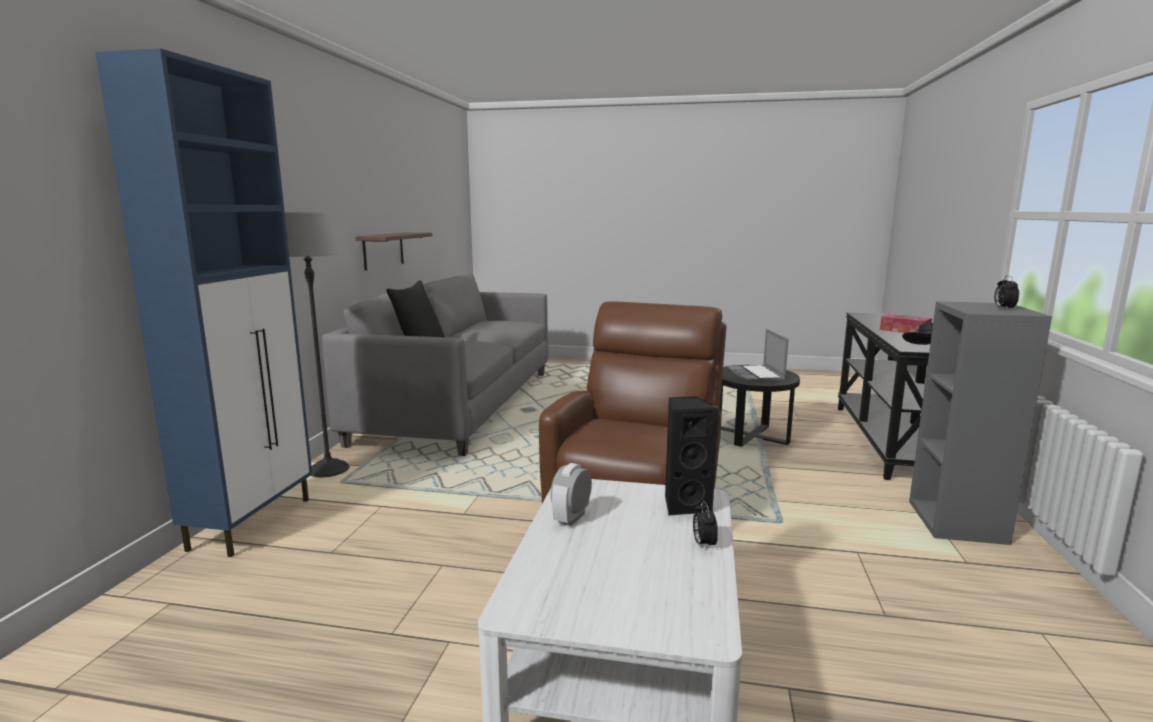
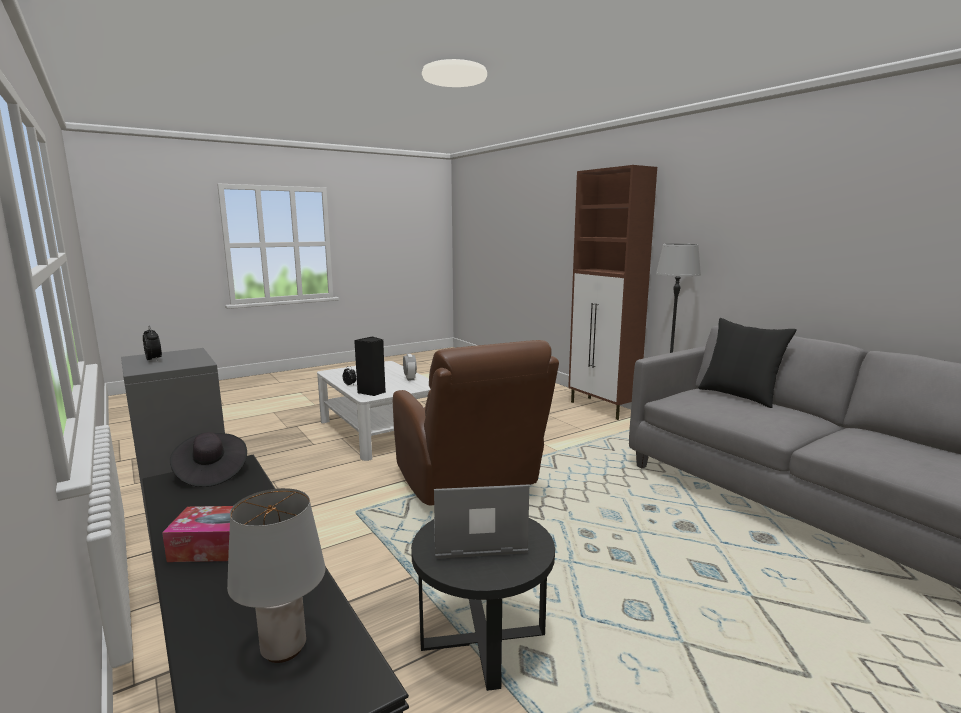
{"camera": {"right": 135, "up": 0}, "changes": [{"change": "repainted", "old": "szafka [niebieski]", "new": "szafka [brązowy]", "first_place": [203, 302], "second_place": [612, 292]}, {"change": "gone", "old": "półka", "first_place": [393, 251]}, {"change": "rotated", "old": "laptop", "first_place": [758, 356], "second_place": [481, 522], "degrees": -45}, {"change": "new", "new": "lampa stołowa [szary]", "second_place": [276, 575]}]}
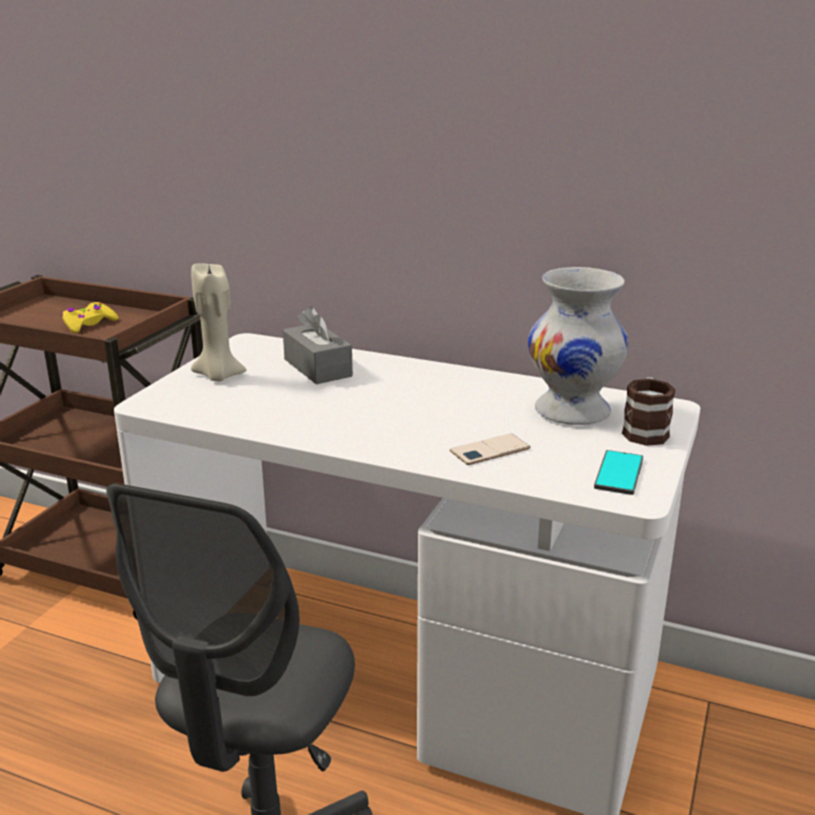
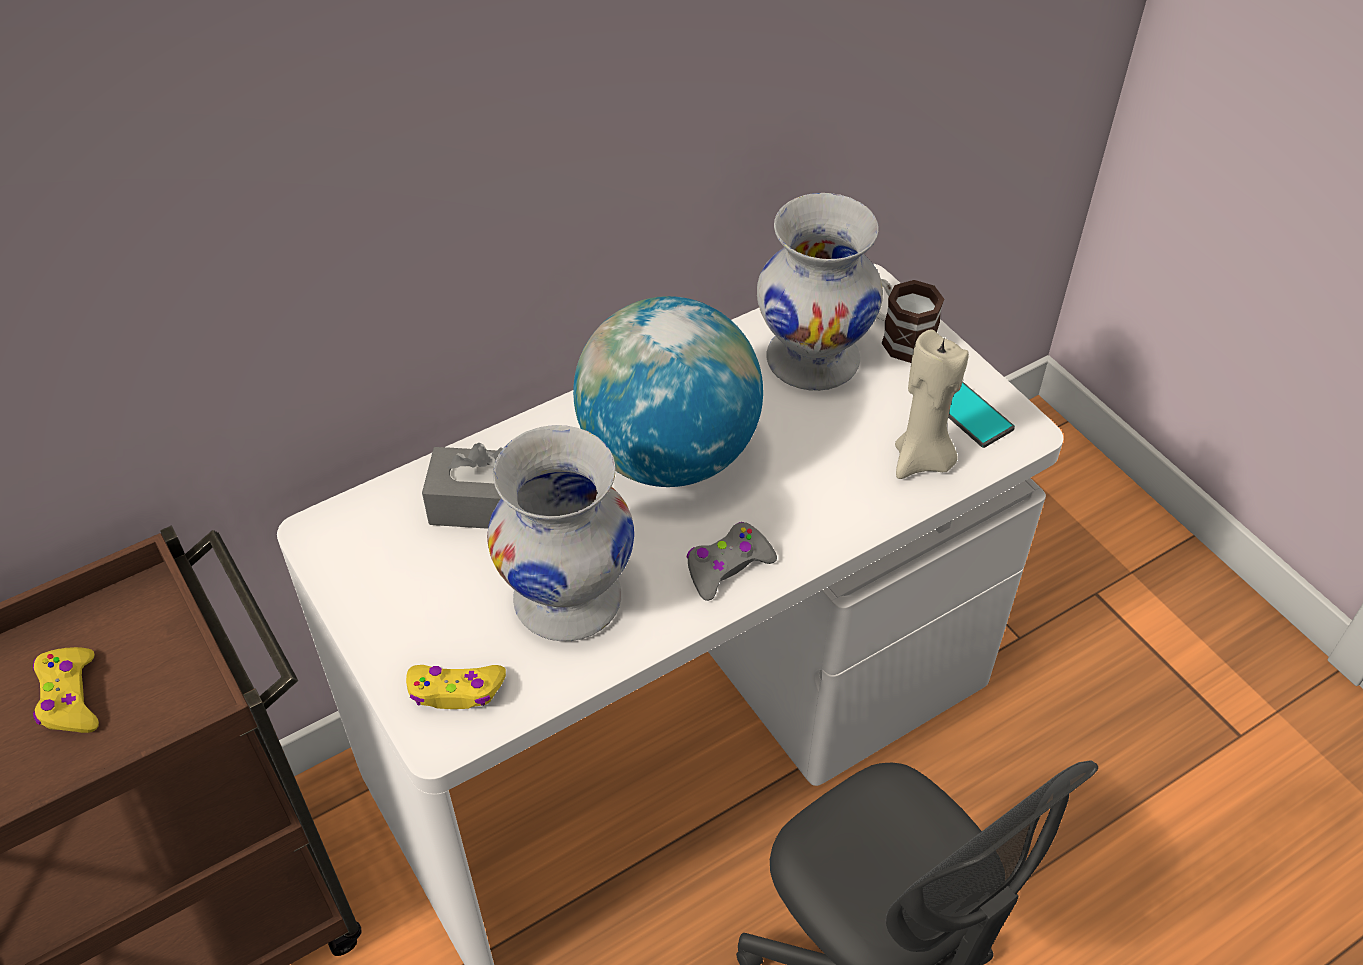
{"camera": {"right": -55, "up": 25}, "changes": [{"change": "shifted", "old": "świeca [beżowy]", "first_place": [219, 322], "second_place": [932, 404]}, {"change": "gone", "old": "telefon", "first_place": [490, 449]}, {"change": "new", "new": "pad do gier [żółty]", "second_place": [456, 687]}, {"change": "new", "new": "wazon [biały]", "second_place": [560, 533]}, {"change": "new", "new": "globus", "second_place": [668, 391]}, {"change": "new", "new": "pad do gier [szary]", "second_place": [731, 561]}]}
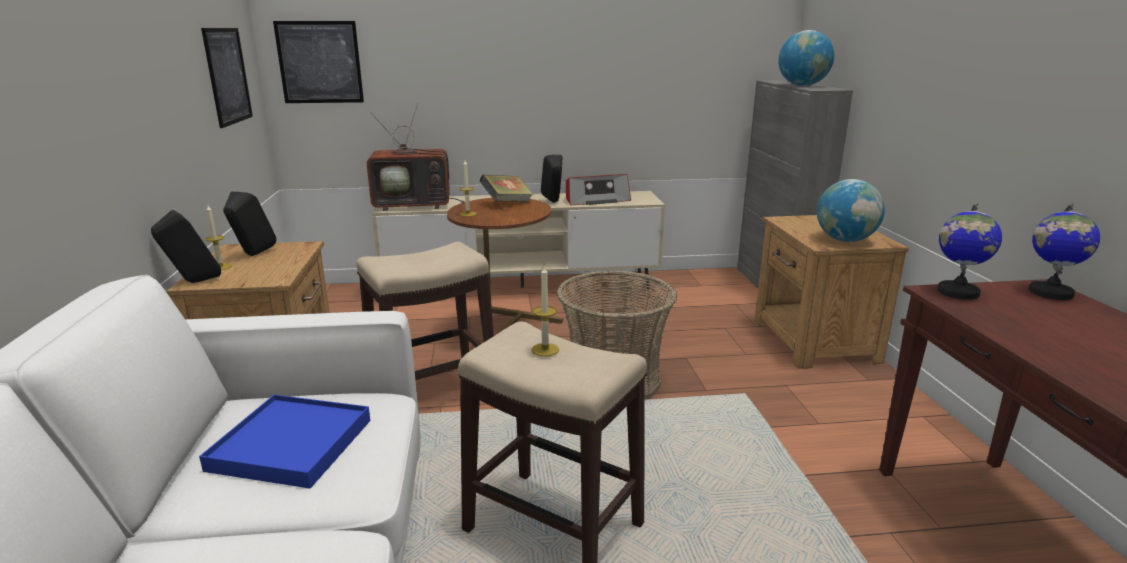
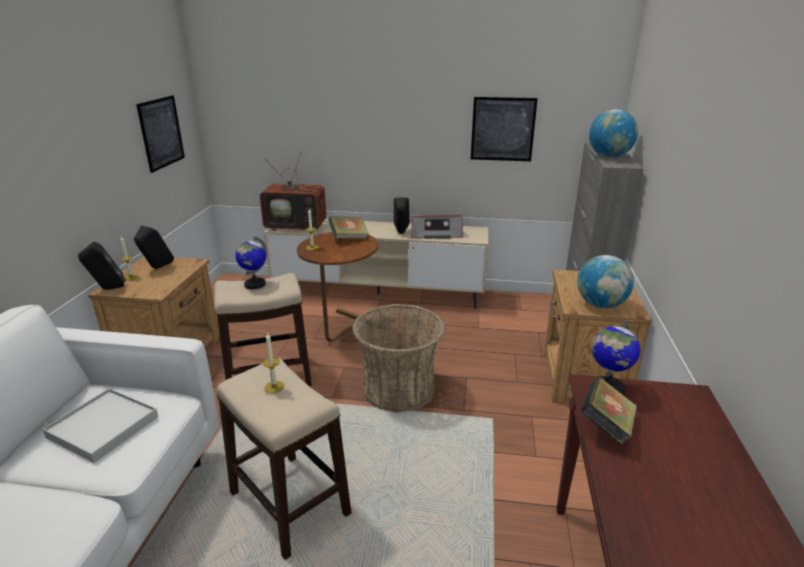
{"camera": {"right": 15, "up": 5}, "changes": [{"change": "repainted", "old": "taca [niebieski]", "new": "taca [biały]", "first_place": [284, 441], "second_place": [100, 425]}, {"change": "shifted", "old": "obraz", "first_place": [318, 62], "second_place": [504, 129]}, {"change": "shifted", "old": "globus", "first_place": [1064, 251], "second_place": [251, 263]}, {"change": "new", "new": "książka", "second_place": [609, 411]}]}
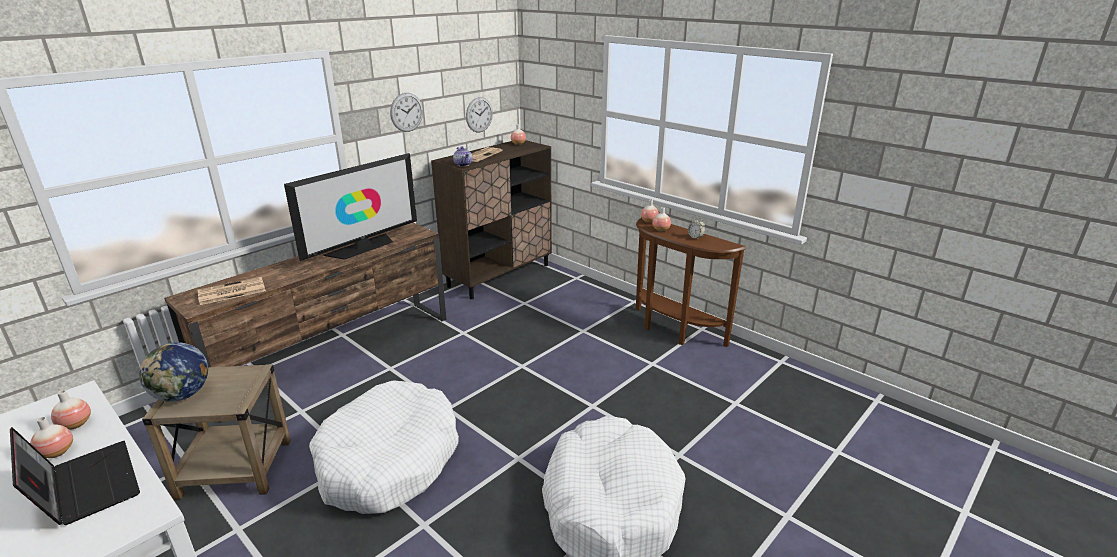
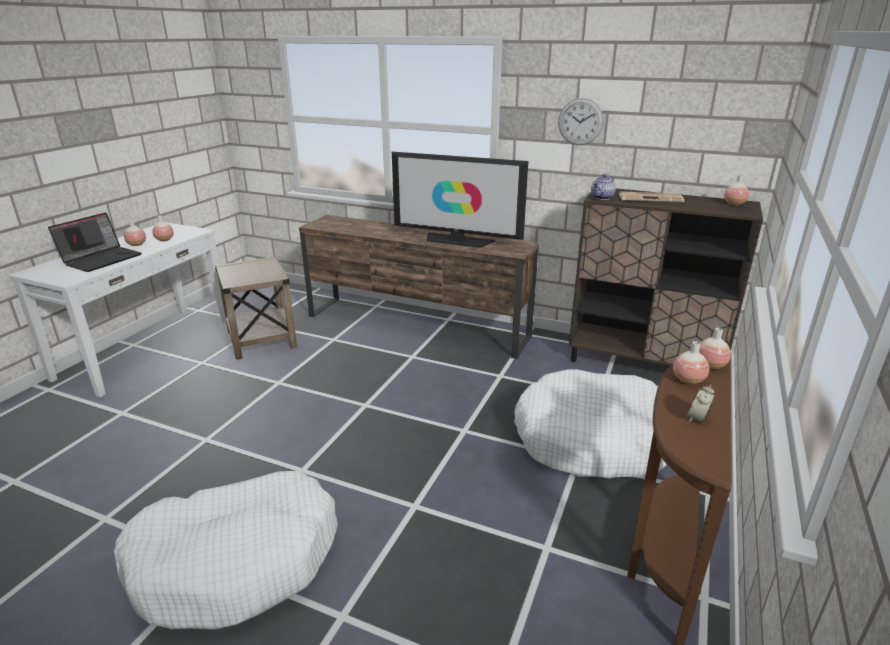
{"camera": {"right": 70, "up": 0}, "changes": [{"change": "gone", "old": "globus", "first_place": [173, 372]}, {"change": "gone", "old": "gazeta", "first_place": [232, 291]}, {"change": "shifted", "old": "legowisko [biały]", "first_place": [384, 447], "second_place": [590, 423]}, {"change": "gone", "old": "zegar ścienny", "first_place": [479, 115]}]}
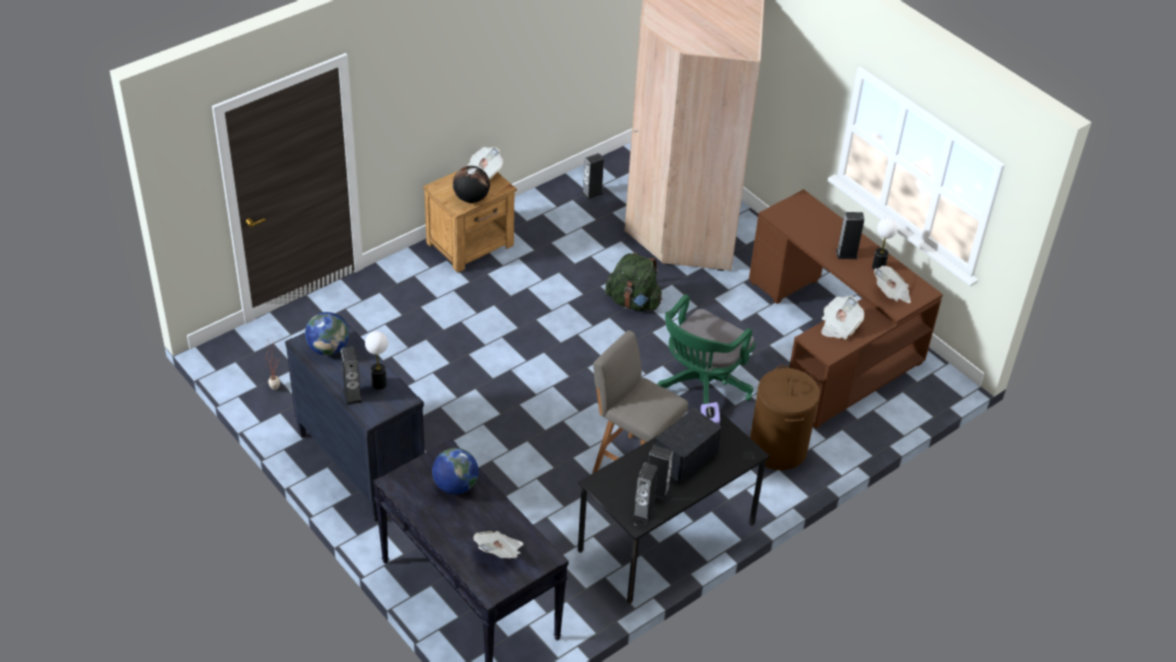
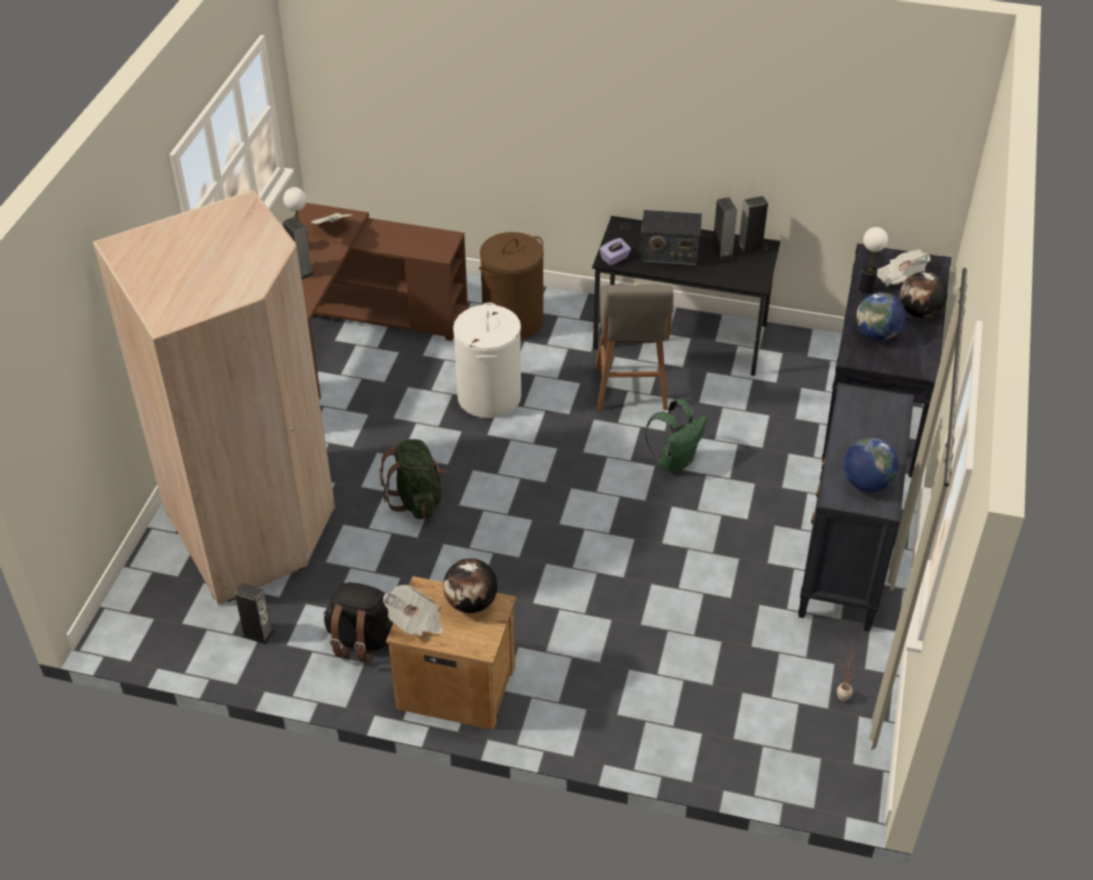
{"camera": {"right": -125, "up": 0}, "changes": [{"change": "gone", "old": "głośnik", "first_place": [352, 375]}, {"change": "shifted", "old": "lampa stołowa", "first_place": [376, 360], "second_place": [873, 260]}, {"change": "swapped", "old": "krzesło biurowe [zielony]", "new": "kosz na pranie [biały]", "first_place": [706, 349], "second_place": [487, 360]}, {"change": "gone", "old": "gazeta", "first_place": [842, 318]}, {"change": "new", "new": "plecak [czarny]", "second_place": [358, 622]}, {"change": "new", "new": "plecak [zielony]", "second_place": [676, 436]}, {"change": "new", "new": "globus", "second_place": [923, 294]}]}
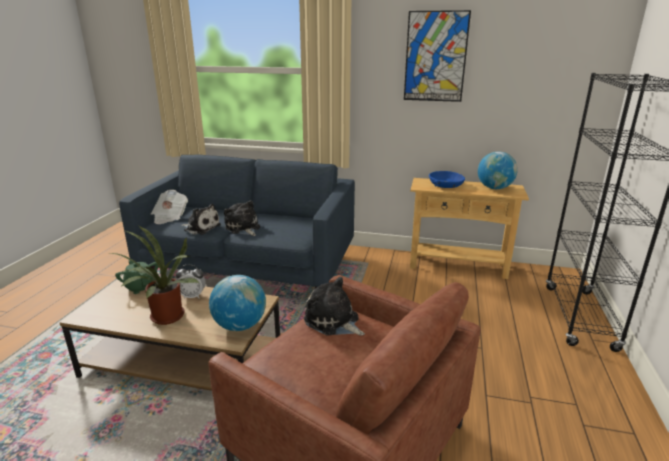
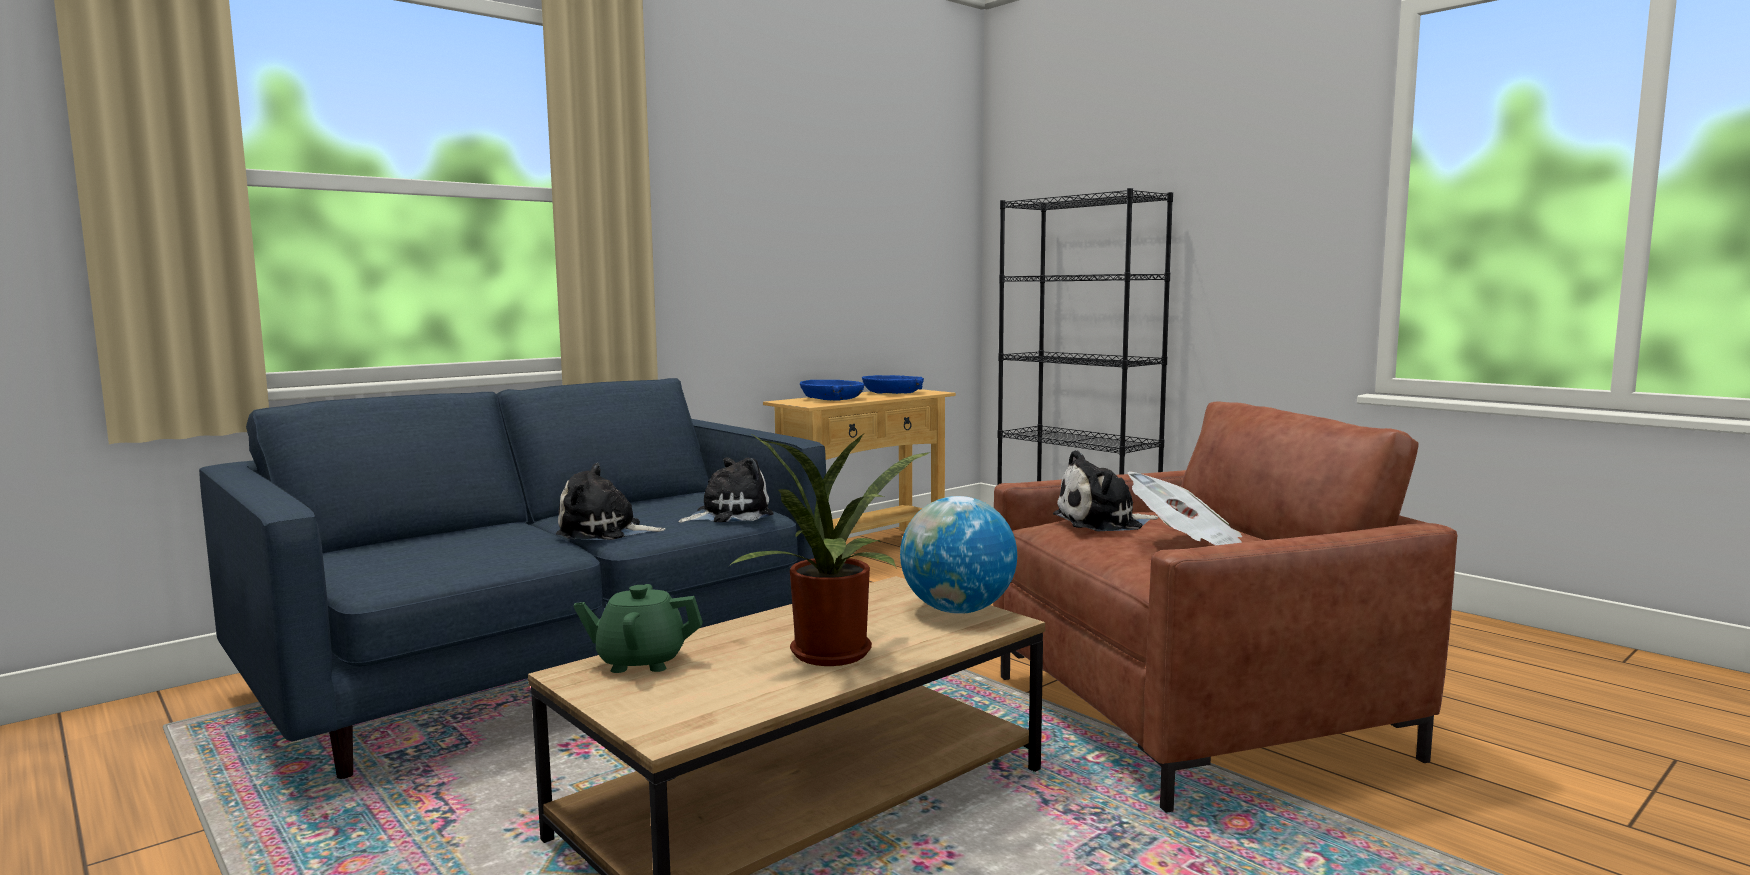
{"camera": {"right": -55, "up": -15}, "changes": [{"change": "shifted", "old": "gazeta", "first_place": [169, 207], "second_place": [1184, 508]}, {"change": "gone", "old": "budzik", "first_place": [191, 282]}, {"change": "shifted", "old": "pluszak", "first_place": [201, 219], "second_place": [725, 490]}, {"change": "gone", "old": "obraz", "first_place": [437, 56]}, {"change": "swapped", "old": "globus", "new": "miska [niebieski]", "first_place": [498, 170], "second_place": [893, 384]}]}
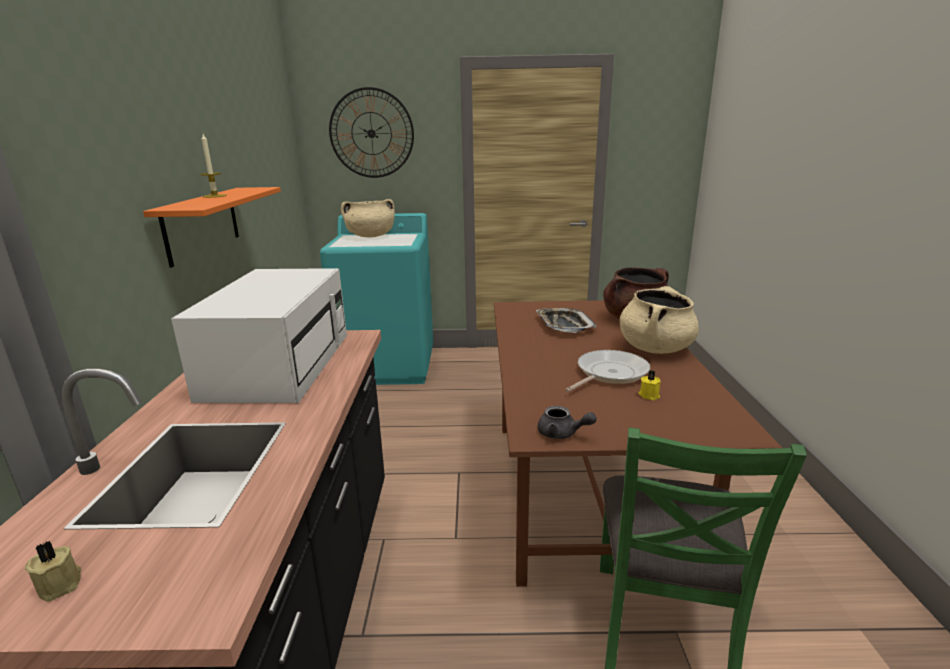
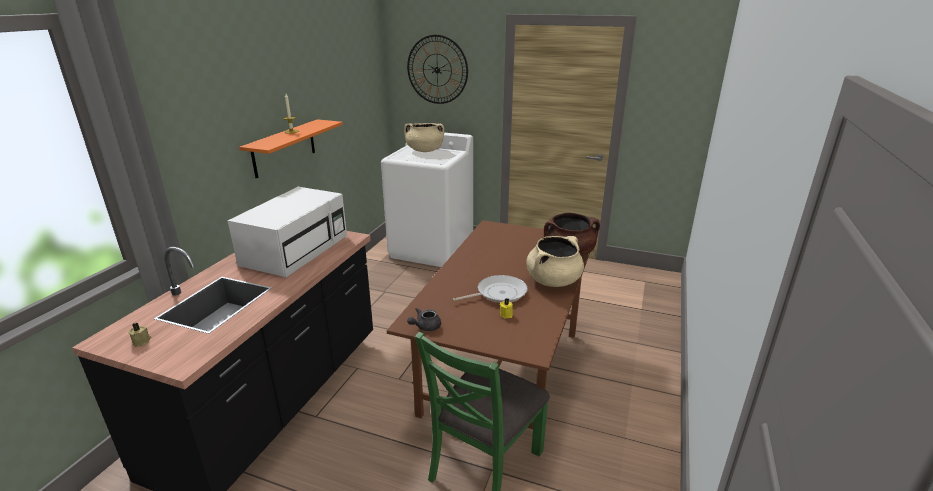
{"camera": {"right": 20, "up": 5}, "changes": [{"change": "repainted", "old": "pralka [turkusowy]", "new": "pralka [biały]", "first_place": [376, 299], "second_place": [427, 199]}, {"change": "gone", "old": "taca", "first_place": [566, 320]}, {"change": "rotated", "old": "imbryk [szary]", "first_place": [567, 422], "second_place": [424, 319], "degrees": 90}]}
